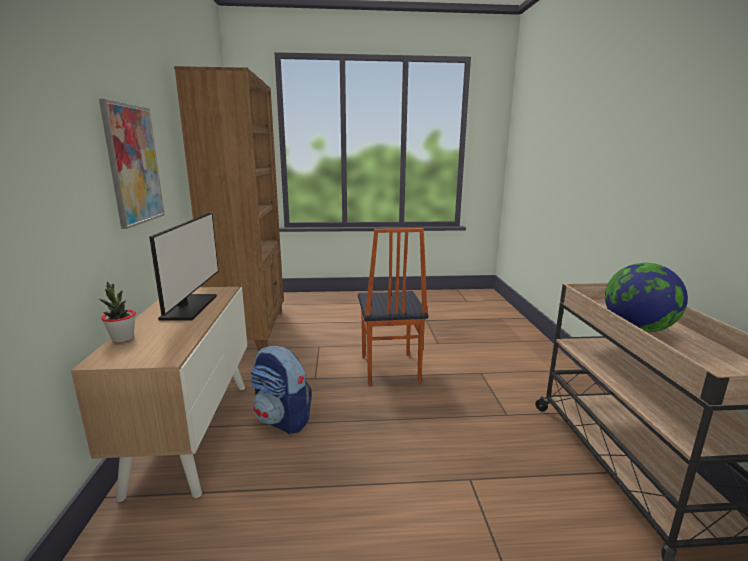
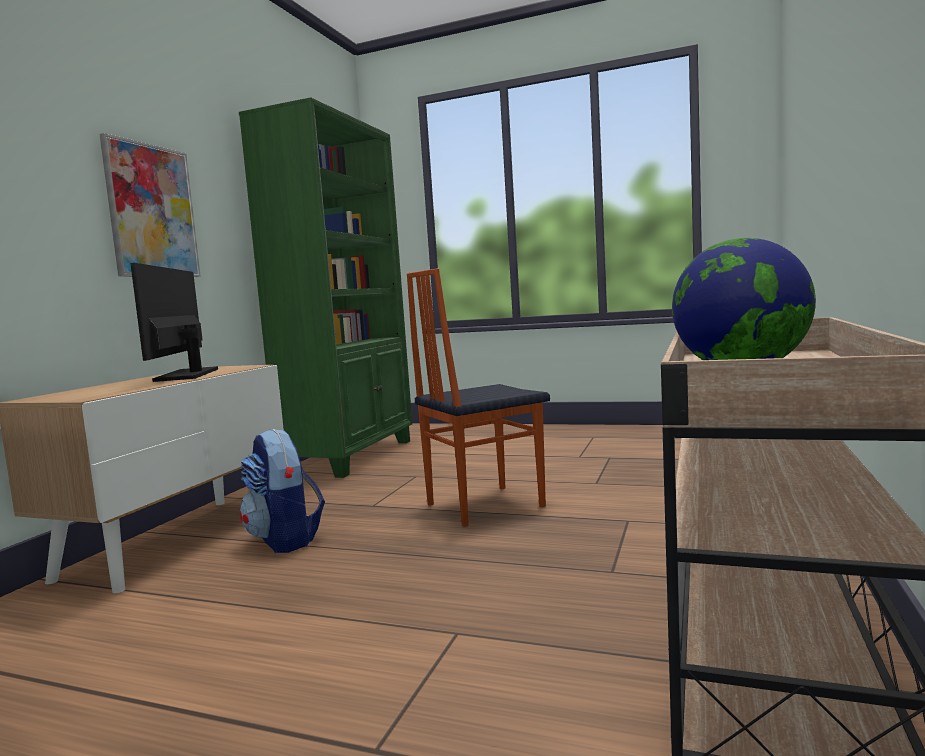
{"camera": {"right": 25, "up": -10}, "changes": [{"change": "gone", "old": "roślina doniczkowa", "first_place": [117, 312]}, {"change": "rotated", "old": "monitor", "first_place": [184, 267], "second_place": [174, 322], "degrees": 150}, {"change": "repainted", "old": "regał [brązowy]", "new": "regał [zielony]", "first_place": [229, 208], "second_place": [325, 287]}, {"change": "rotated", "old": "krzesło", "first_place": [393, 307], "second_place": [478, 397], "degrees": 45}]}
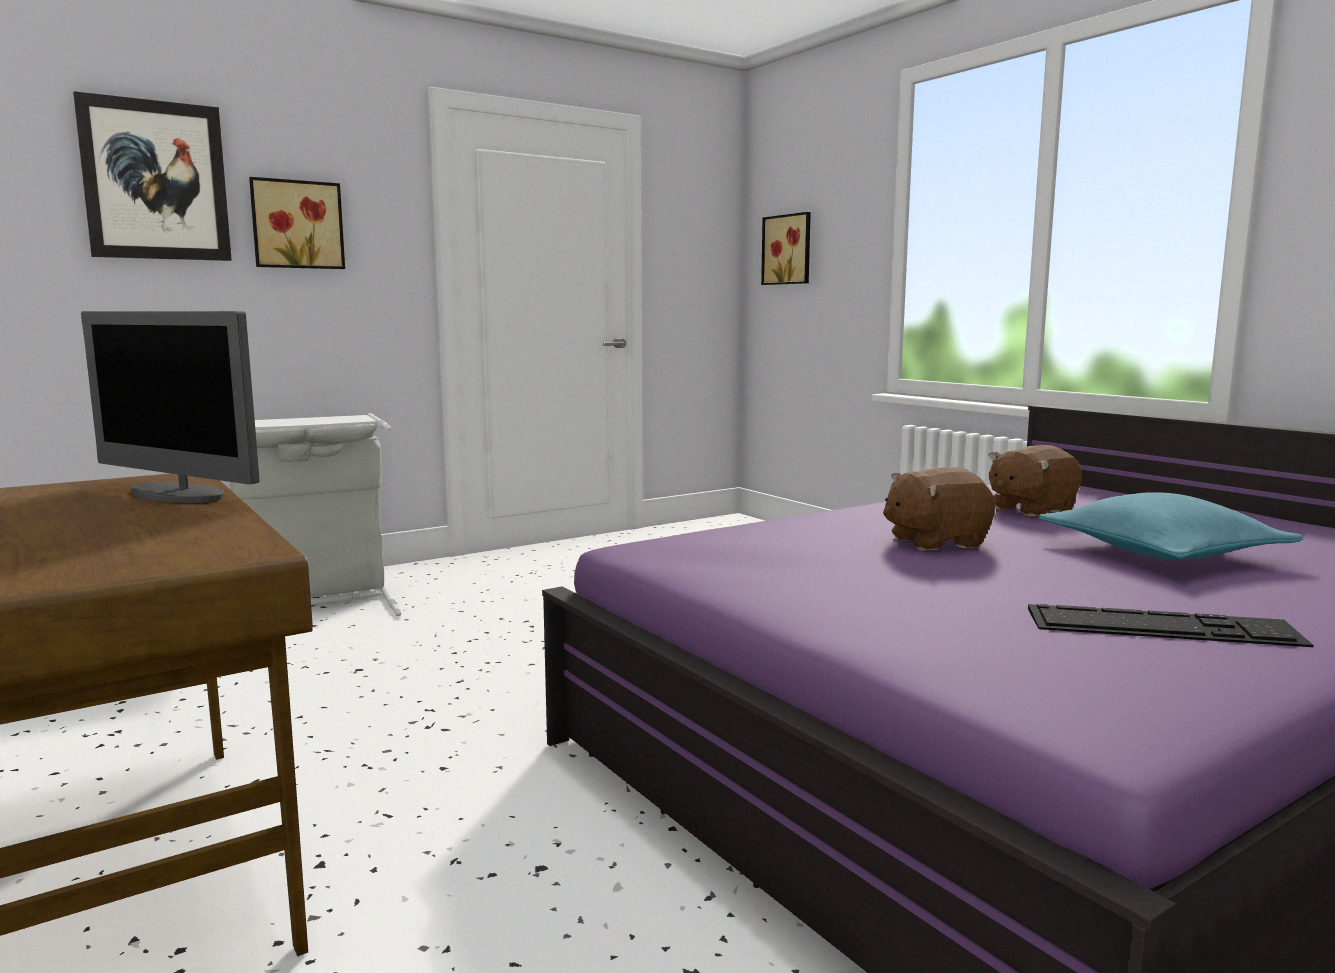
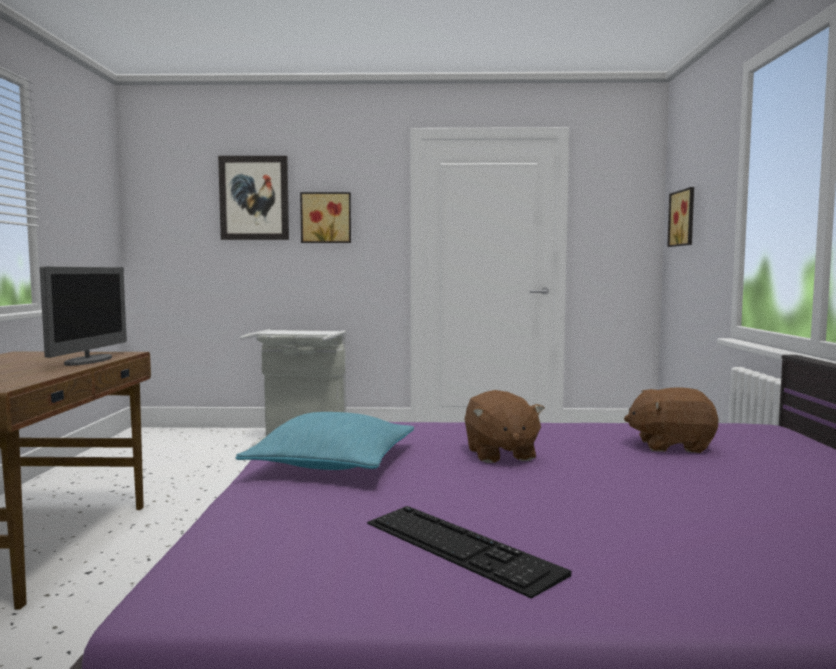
{"camera": {"right": 35, "up": -5}, "changes": [{"change": "rotated", "old": "monitor", "first_place": [170, 407], "second_place": [83, 316], "degrees": -150}, {"change": "rotated", "old": "pluszak [brązowy]", "first_place": [939, 509], "second_place": [504, 426], "degrees": -120}, {"change": "shifted", "old": "poduszka [turkusowy]", "first_place": [1171, 526], "second_place": [325, 441]}]}
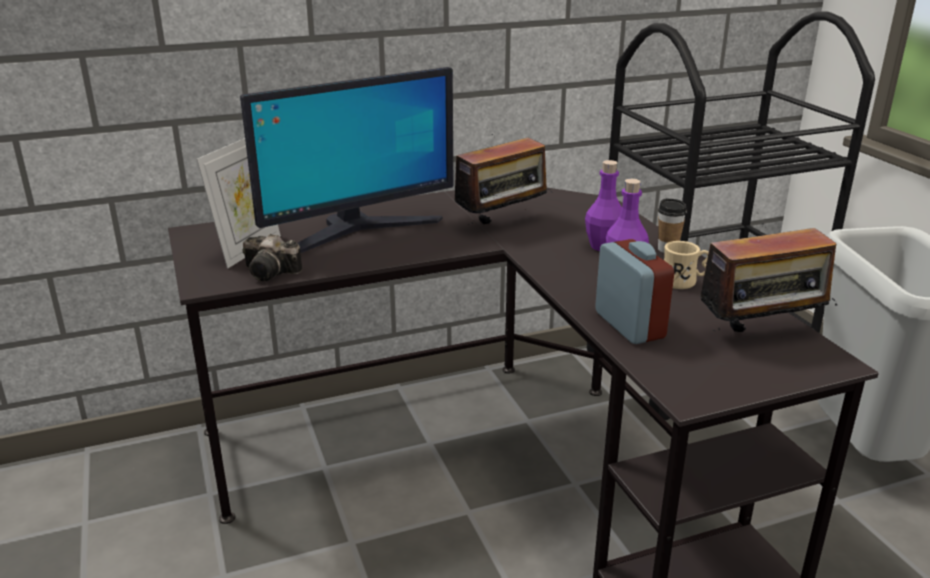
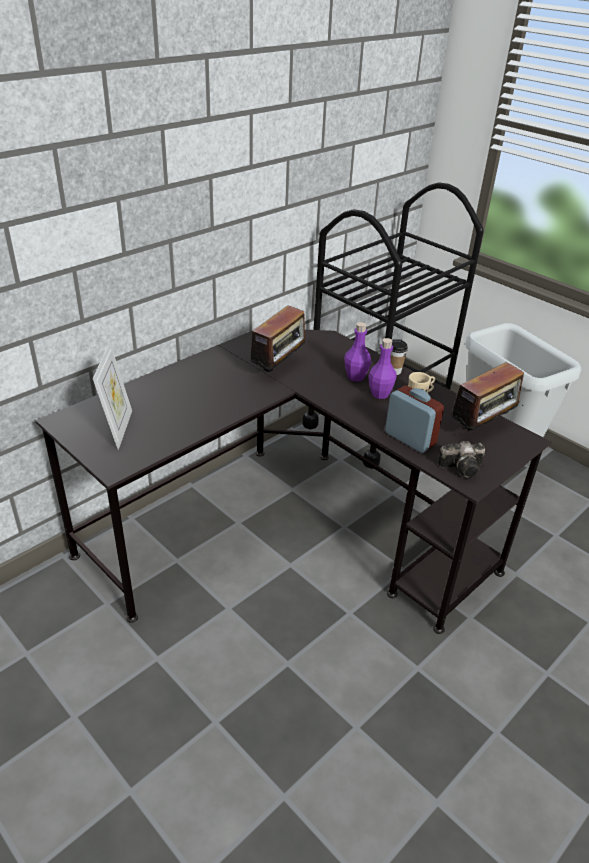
{"camera": {"right": -25, "up": 10}, "changes": [{"change": "gone", "old": "monitor", "first_place": [346, 160]}, {"change": "shifted", "old": "aparat fotograficzny", "first_place": [272, 257], "second_place": [461, 459]}]}
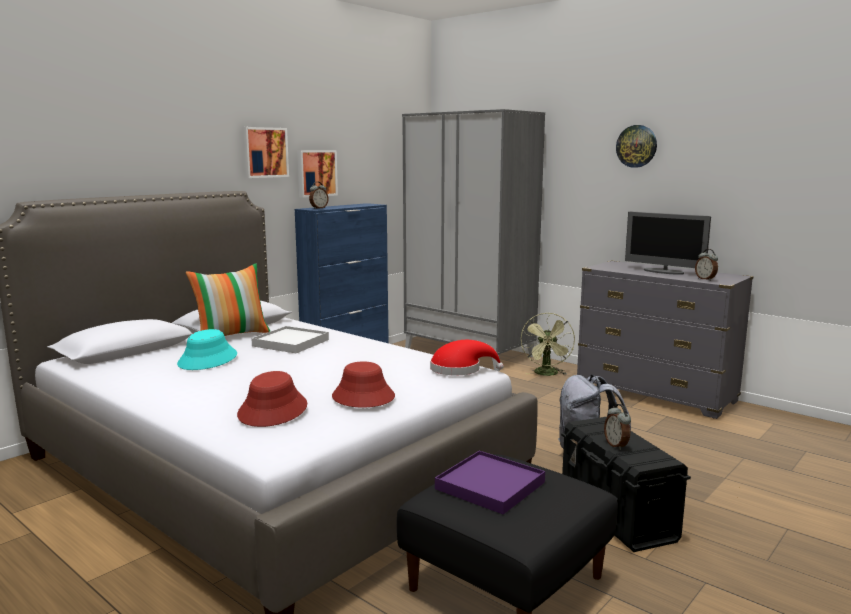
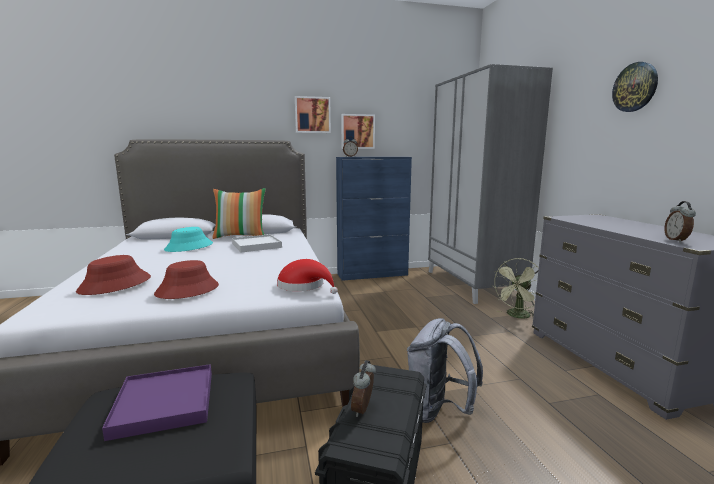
{"camera": {"right": 35, "up": 0}, "changes": [{"change": "gone", "old": "monitor", "first_place": [668, 243]}]}
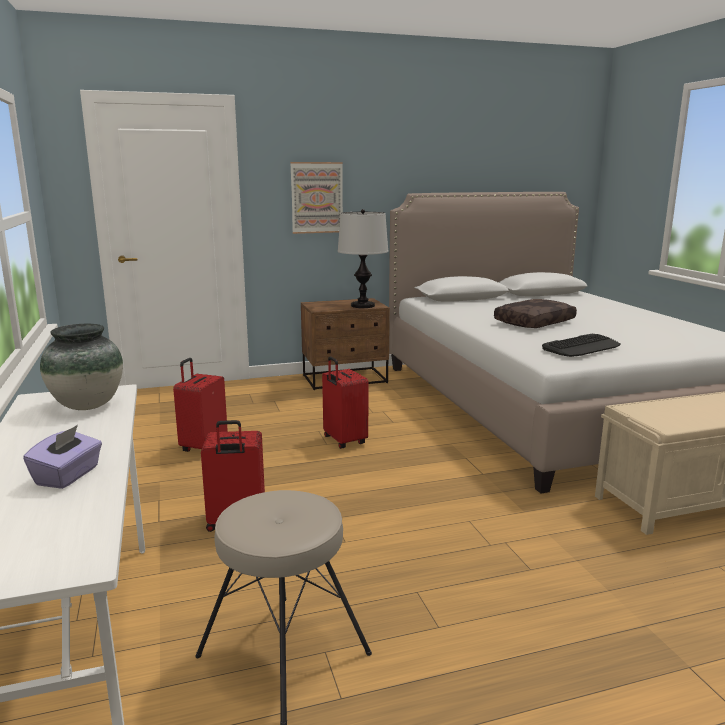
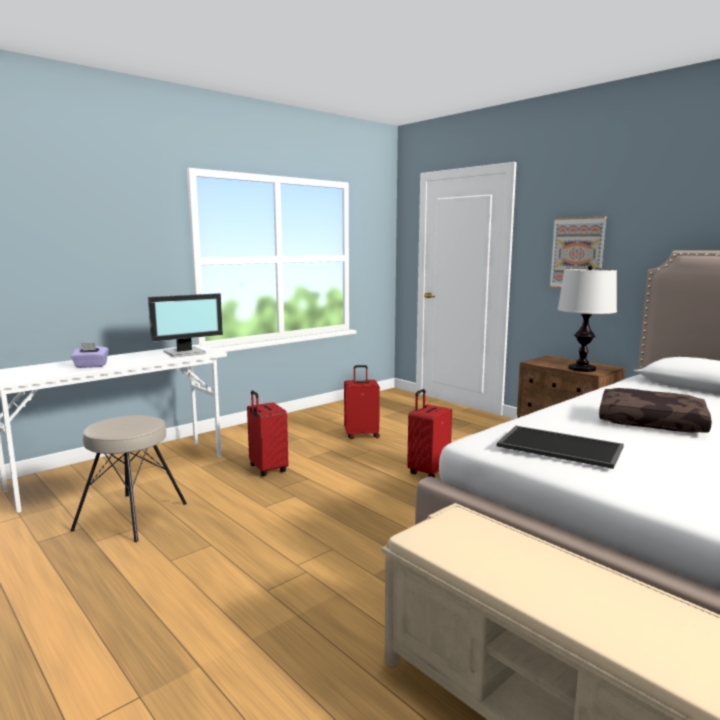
{"camera": {"right": 65, "up": -5}, "changes": [{"change": "swapped", "old": "wazon", "new": "monitor", "first_place": [81, 367], "second_place": [185, 325]}, {"change": "swapped", "old": "klawiatura", "new": "taca", "first_place": [581, 345], "second_place": [560, 447]}]}
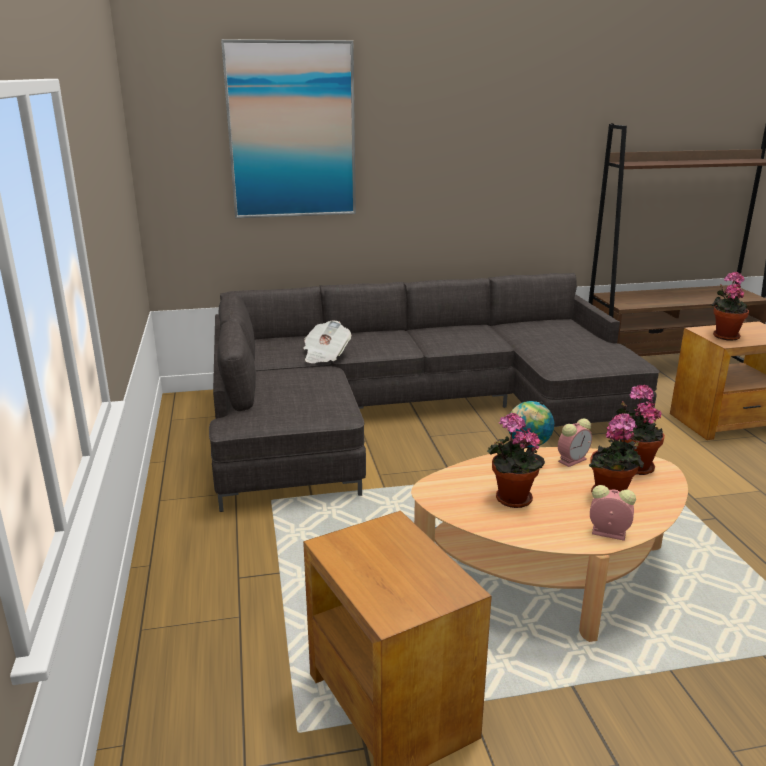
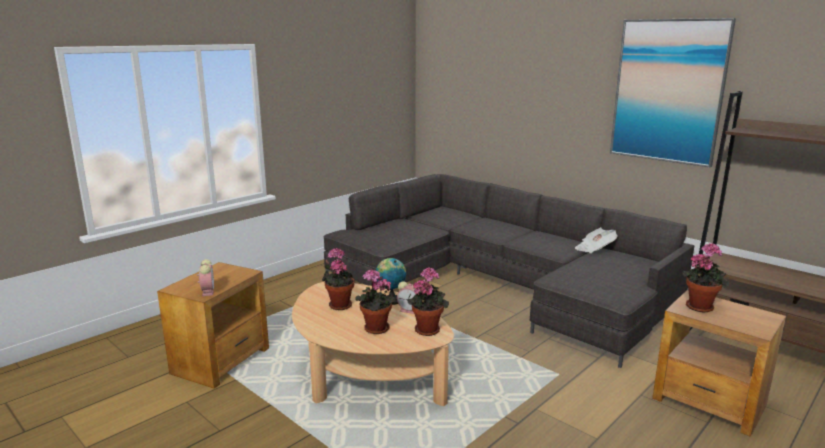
{"camera": {"right": 55, "up": -5}, "changes": [{"change": "shifted", "old": "obraz", "first_place": [288, 128], "second_place": [673, 92]}, {"change": "shifted", "old": "gazeta", "first_place": [327, 341], "second_place": [596, 240]}, {"change": "shifted", "old": "budzik", "first_place": [613, 513], "second_place": [205, 277]}]}
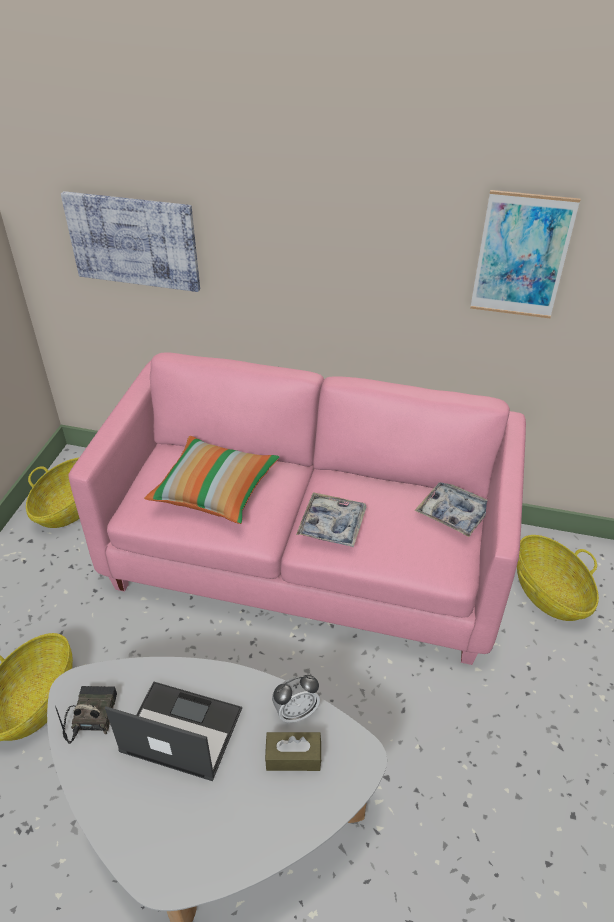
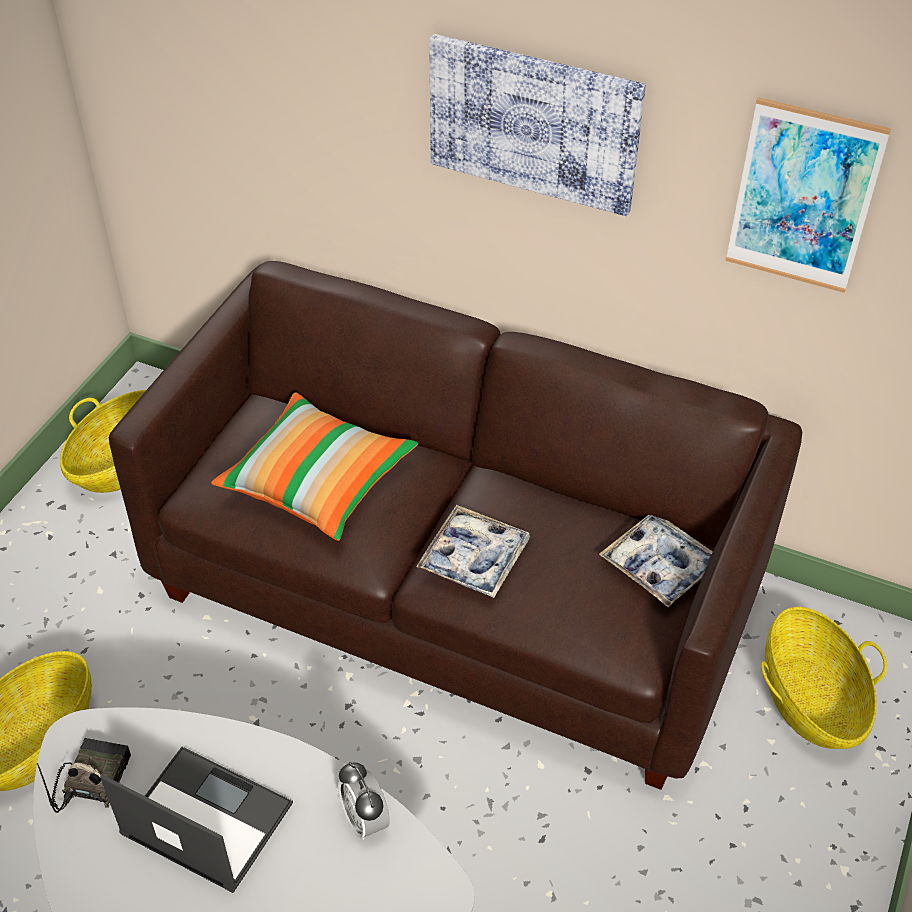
{"camera": {"right": 10, "up": 5}, "changes": [{"change": "shifted", "old": "obraz", "first_place": [130, 241], "second_place": [537, 125]}, {"change": "repainted", "old": "kanapa [różowy]", "new": "kanapa [brązowy]", "first_place": [297, 508], "second_place": [455, 525]}, {"change": "gone", "old": "pudełko chusteczek [brązowy]", "first_place": [293, 751]}, {"change": "rotated", "old": "budzik", "first_place": [296, 699], "second_place": [364, 801], "degrees": 75}]}
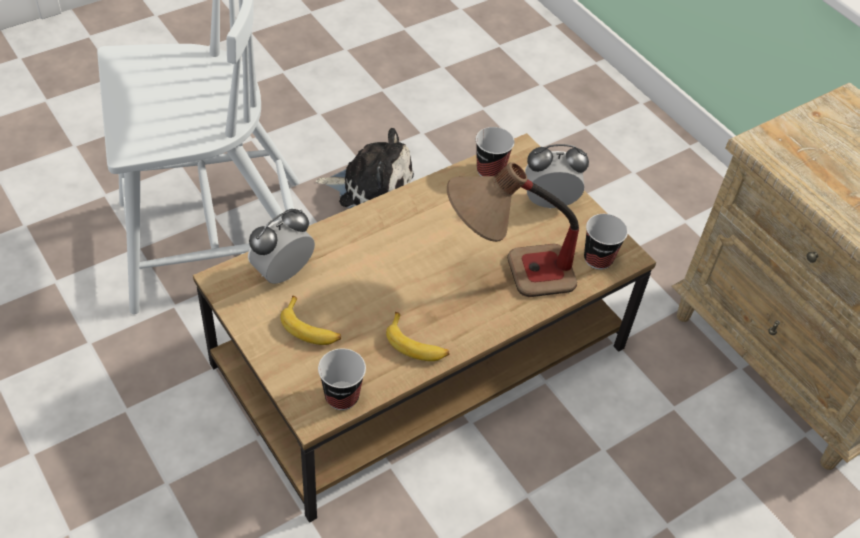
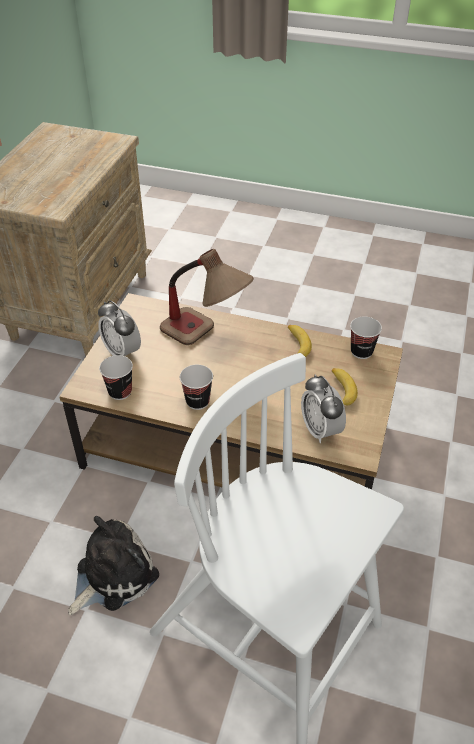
{"camera": {"right": -125, "up": -5}, "changes": [{"change": "rotated", "old": "budzik", "first_place": [281, 246], "second_place": [323, 408], "degrees": 60}, {"change": "rotated", "old": "pluszak", "first_place": [365, 168], "second_place": [113, 565], "degrees": 75}, {"change": "shifted", "old": "filiżanka", "first_place": [606, 242], "second_place": [196, 387]}]}
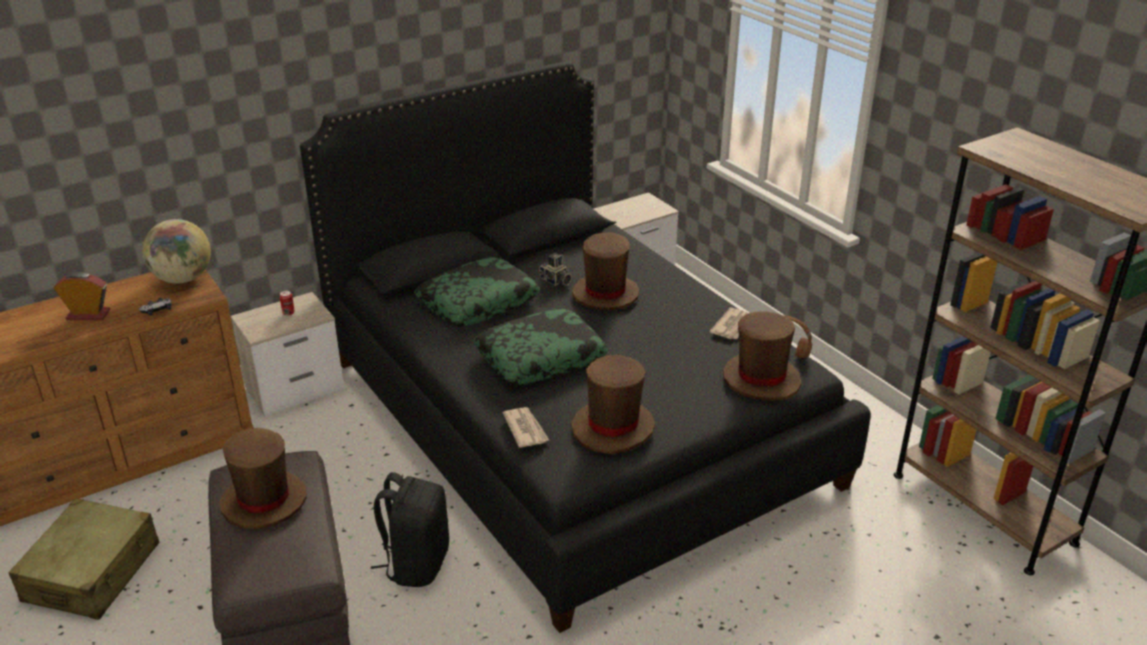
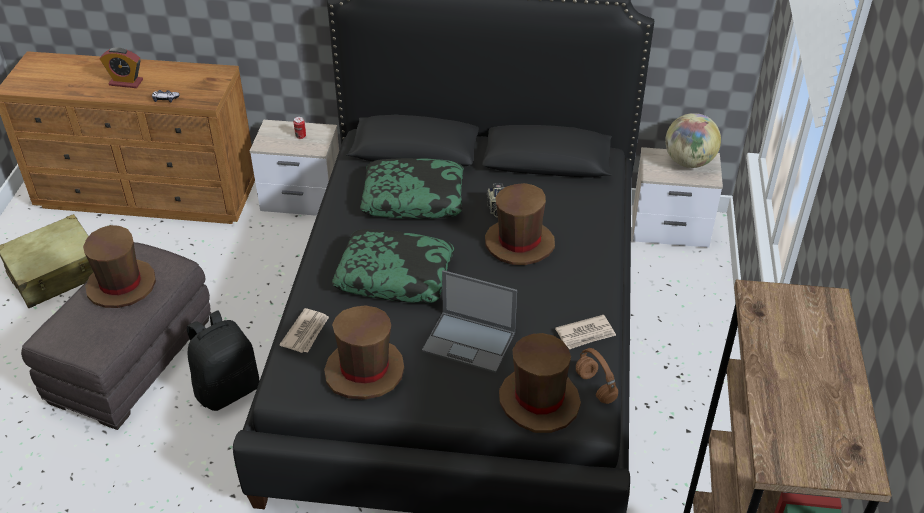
{"camera": {"right": 40, "up": 10}, "changes": [{"change": "rotated", "old": "budzik", "first_place": [82, 296], "second_place": [121, 67], "degrees": 150}, {"change": "shifted", "old": "globus", "first_place": [176, 251], "second_place": [693, 140]}, {"change": "new", "new": "laptop", "second_place": [469, 321]}]}
